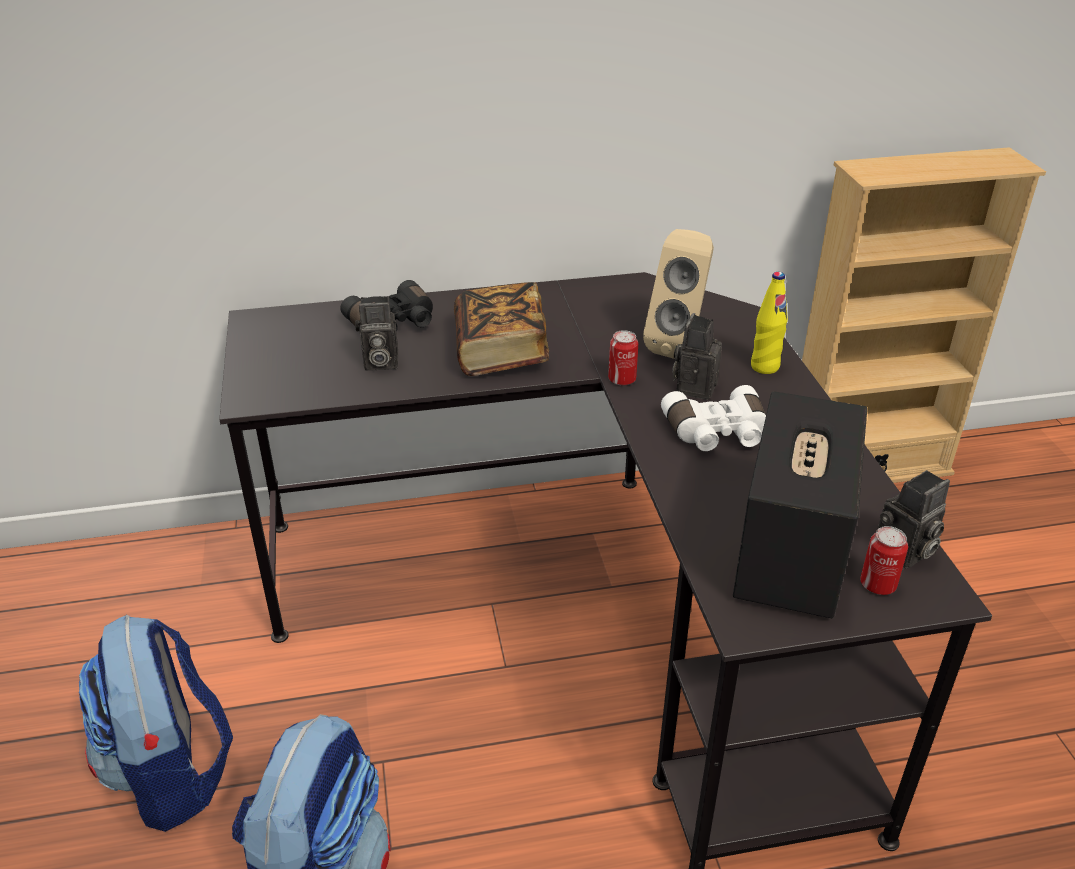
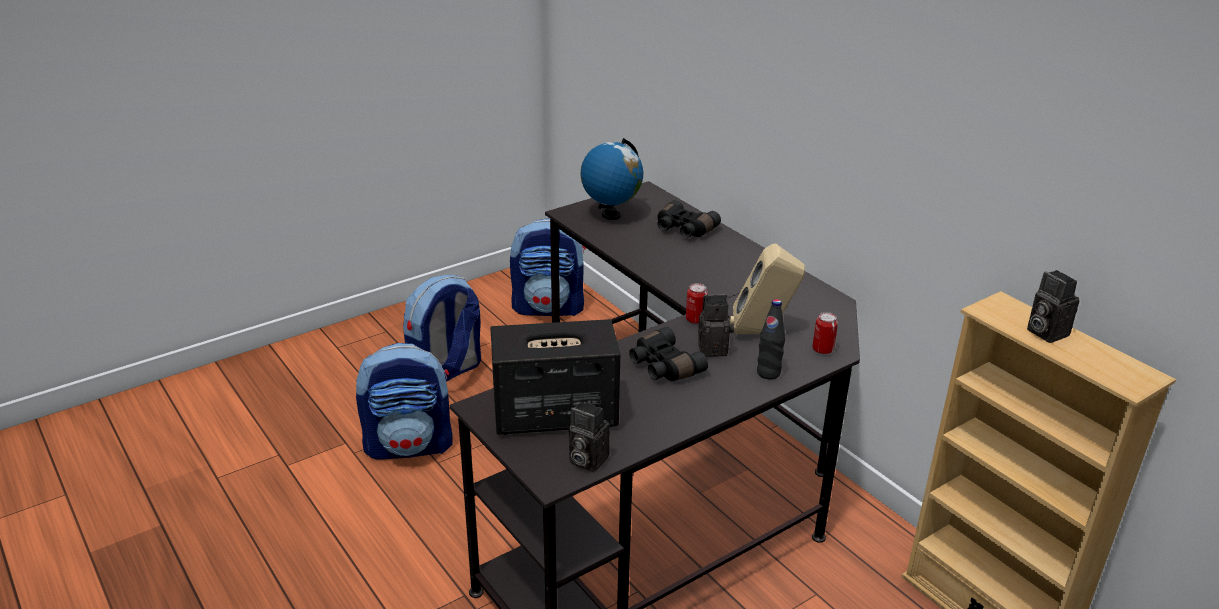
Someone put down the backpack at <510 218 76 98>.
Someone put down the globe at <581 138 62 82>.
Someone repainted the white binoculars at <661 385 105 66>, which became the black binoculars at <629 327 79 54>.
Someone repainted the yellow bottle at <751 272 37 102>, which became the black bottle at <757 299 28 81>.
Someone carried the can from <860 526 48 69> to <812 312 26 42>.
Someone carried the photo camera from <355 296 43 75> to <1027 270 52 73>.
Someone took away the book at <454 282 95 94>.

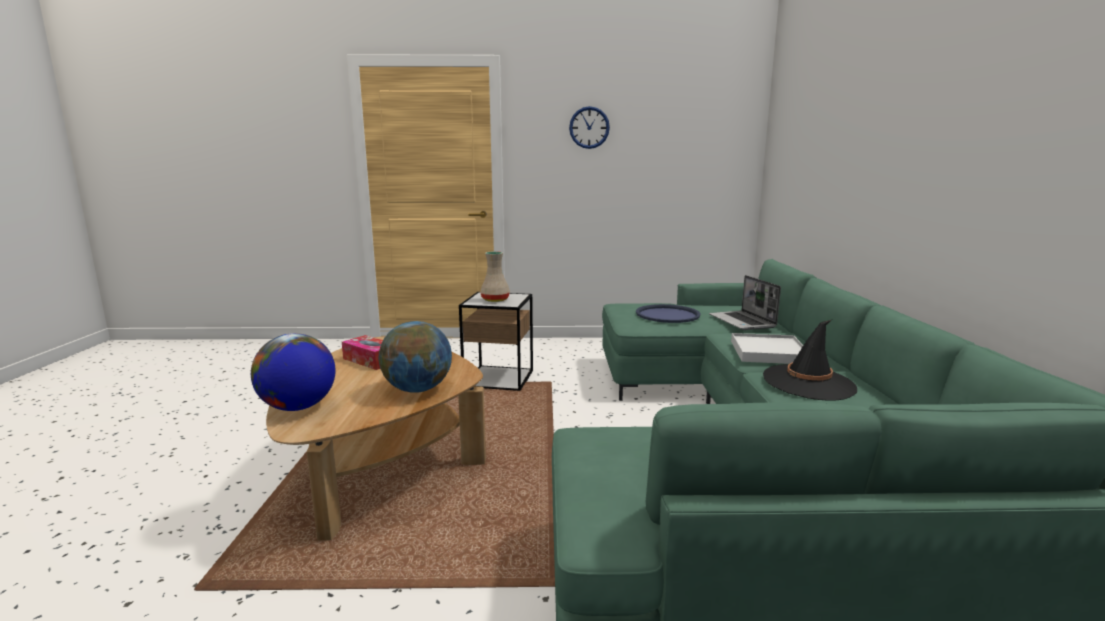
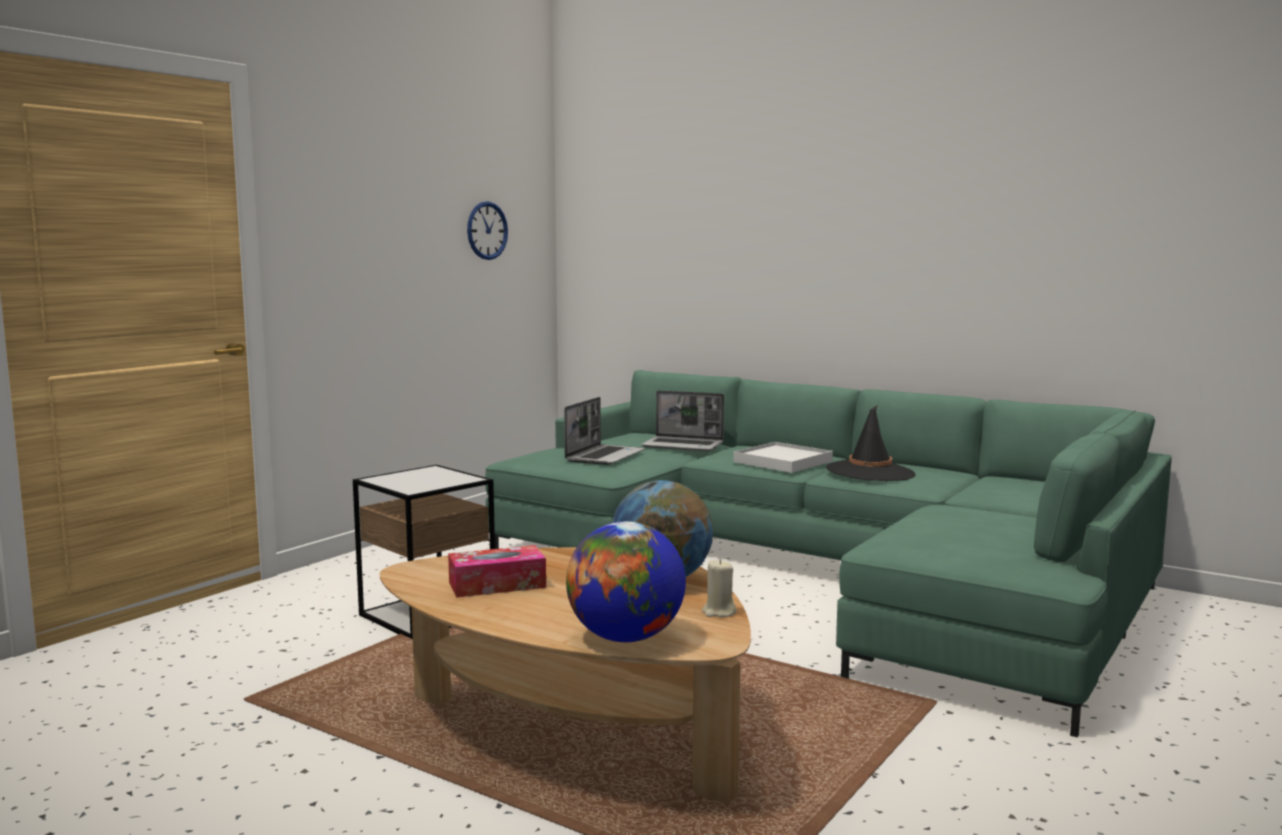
Someone carried the wall clock from <569 106 41 43> to <467 201 41 59>.
Someone swapped the blue tray at <636 304 65 19> for the laptop at <564 397 81 68>.
Someone put down the beige candle at <702 559 34 58>.
Someone took away the beige vase at <480 251 30 51>.

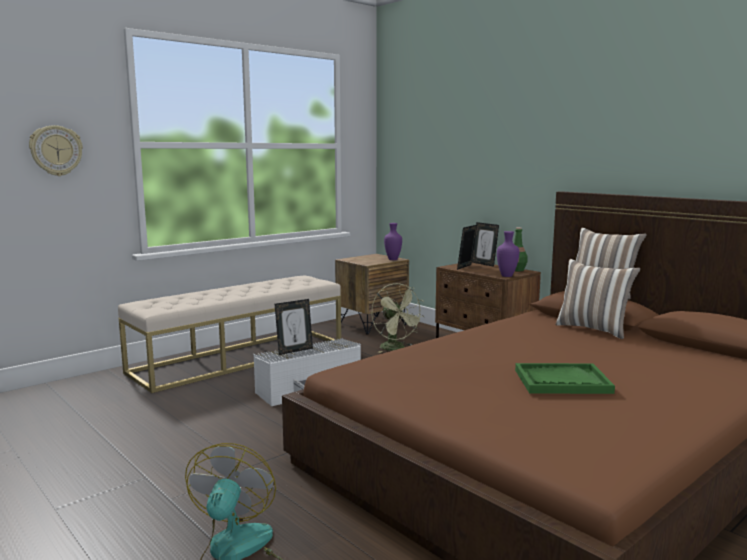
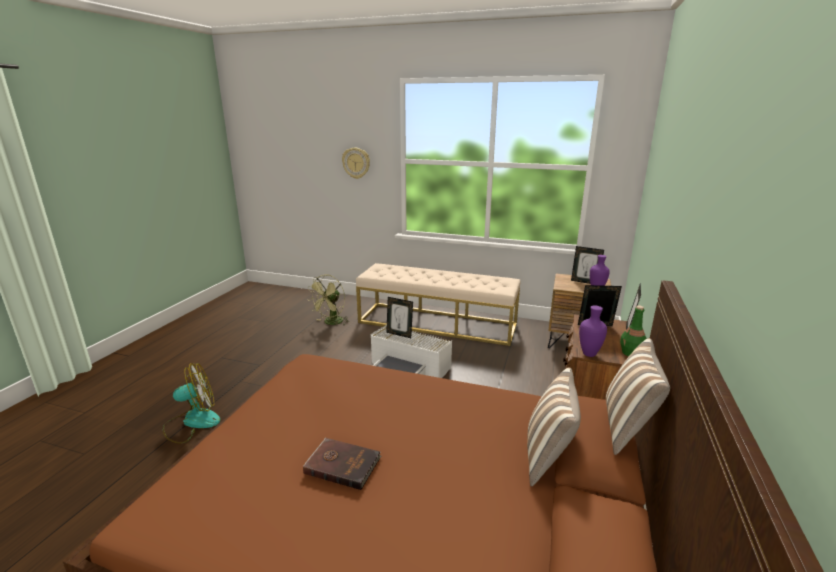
Someone swapped the green tray at <515 363 100 31> for the brown book at <303 438 78 52>.
Someone carried the green fan from <371 283 54 70> to <307 274 43 51>.
Someone put down the picture frame at <571 246 33 38>.

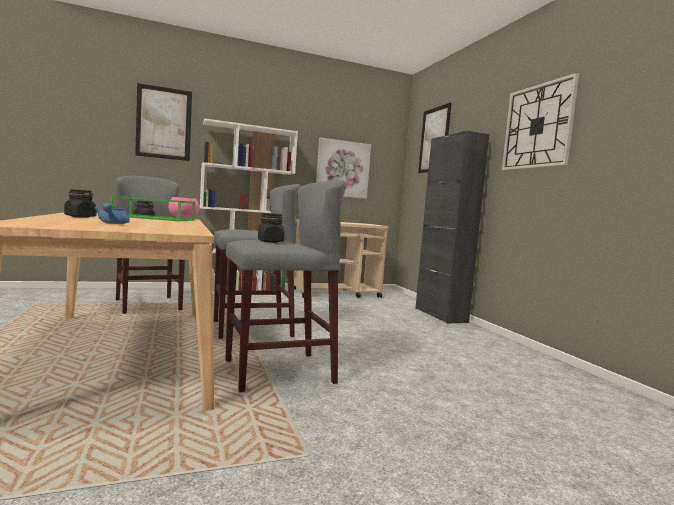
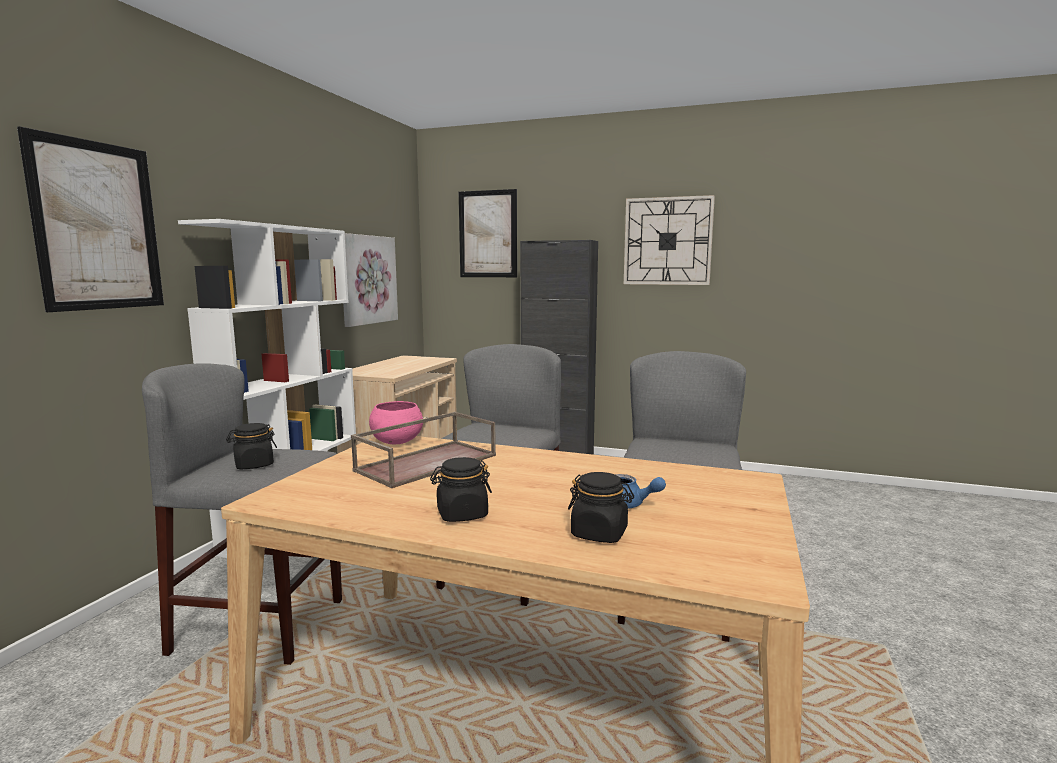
Someone repainted the green tray at <111 196 84 25>, which became the brown tray at <351 412 145 76>.
Someone carried the black jar from <258 213 27 30> to <568 472 66 71>.

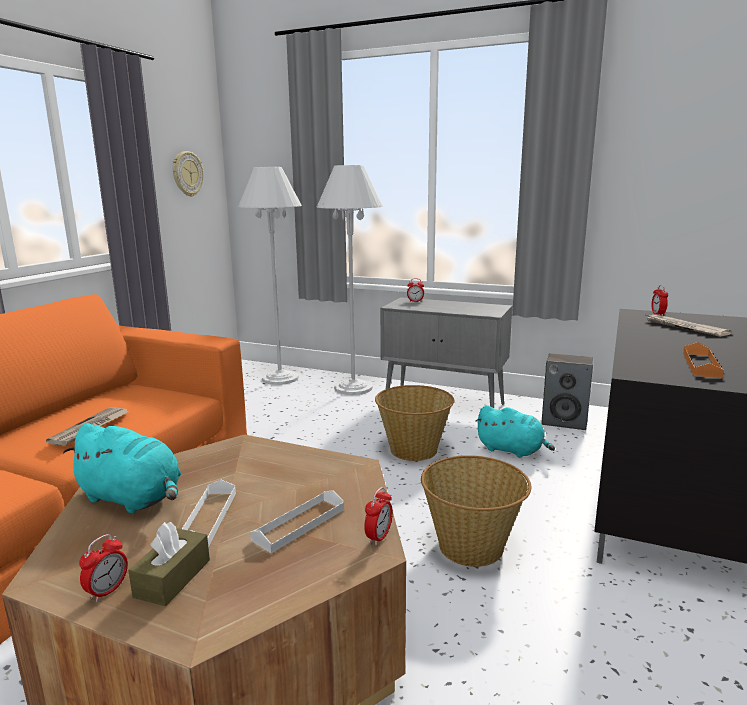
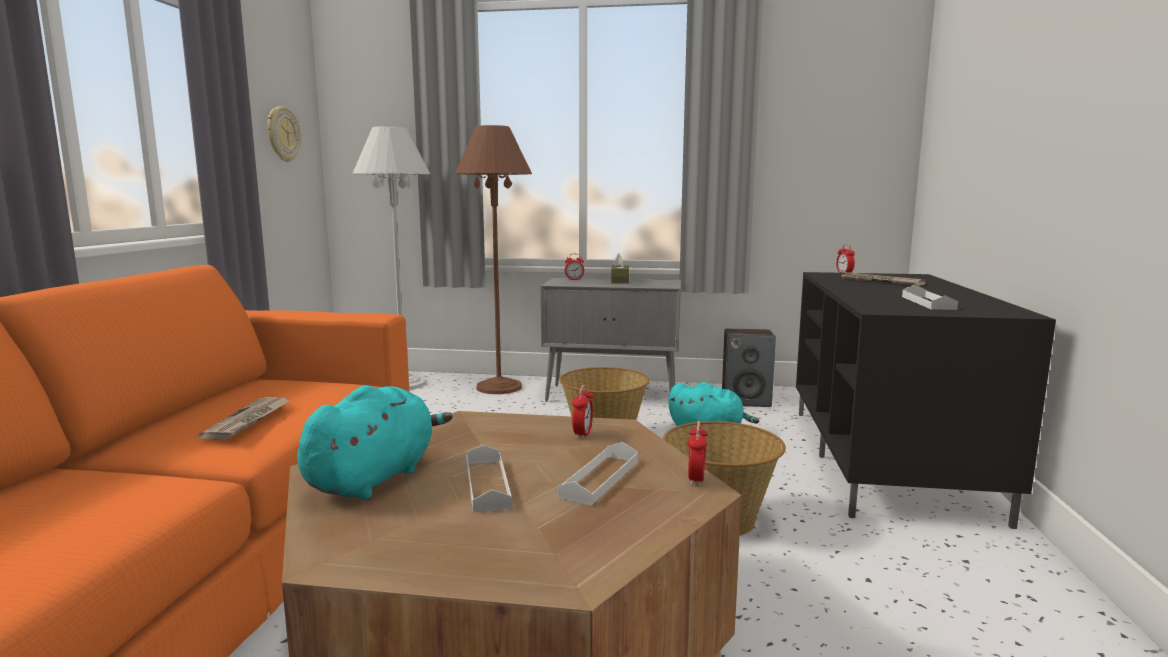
Someone rotated the turquoise plush toy at <63 423 118 90> by 75 degrees counterclockwise.
Someone repainted the white floor lamp at <316 165 67 230>, which became the brown floor lamp at <455 125 77 269>.
Someone carried the alarm clock from <79 534 49 68> to <572 385 21 55>.
Someone carried the brown tissue box from <128 522 82 84> to <611 253 18 31>.
Someone repainted the orange tray at <683 342 41 36>, which became the white tray at <902 285 56 25>.

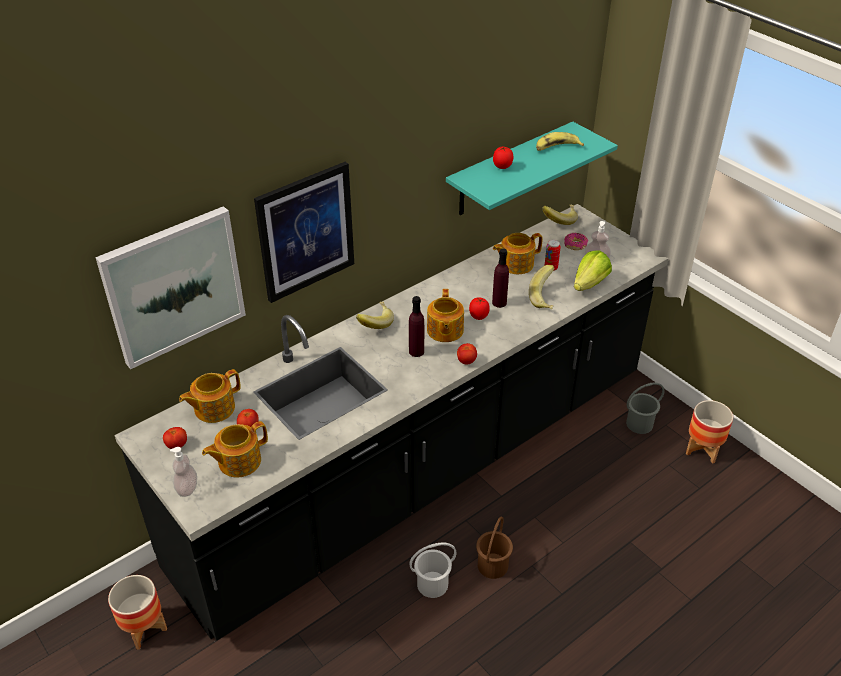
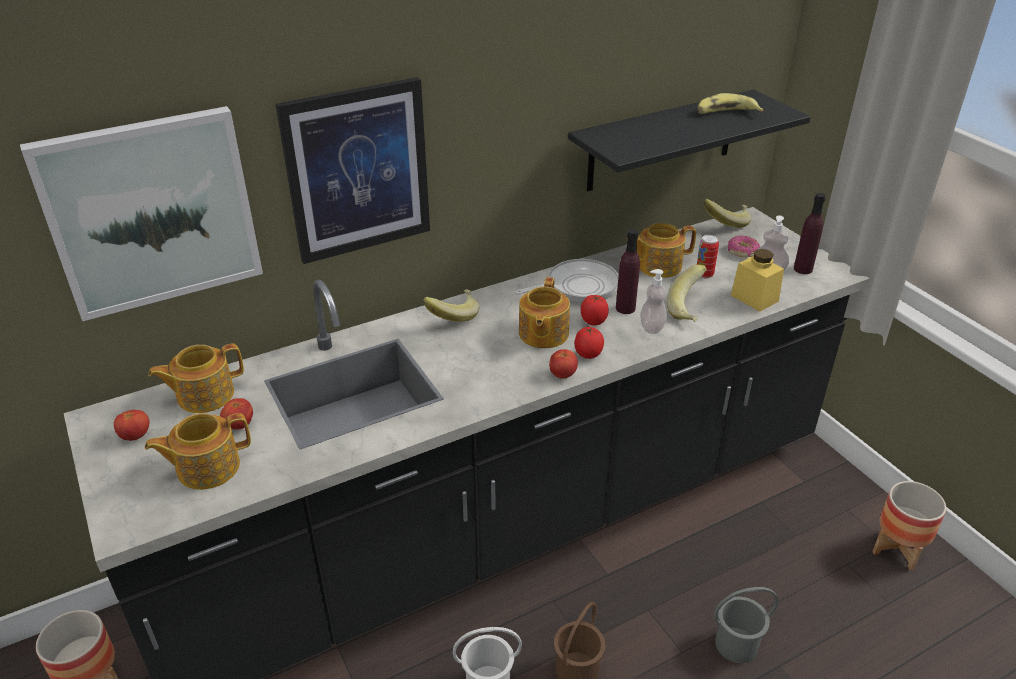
Someone put down the frying pan at <515 259 104 44>.
Someone repainted the turquoise shelf at <446 122 172 93>, which became the black shelf at <568 90 243 101>.
Someone carried the tomato from <493 147 20 22> to <575 327 29 32>.
Someone carried the soap dispenser from <170 447 27 50> to <640 269 27 65>.
Someone carried the grey bucket from <626 382 39 52> to <714 587 65 76>.
Someone swapped the lettuce at <574 250 38 41> for the yellow jar at <731 249 53 63>.
Someone carried the purple bottle from <409 296 15 61> to <794 193 32 81>.

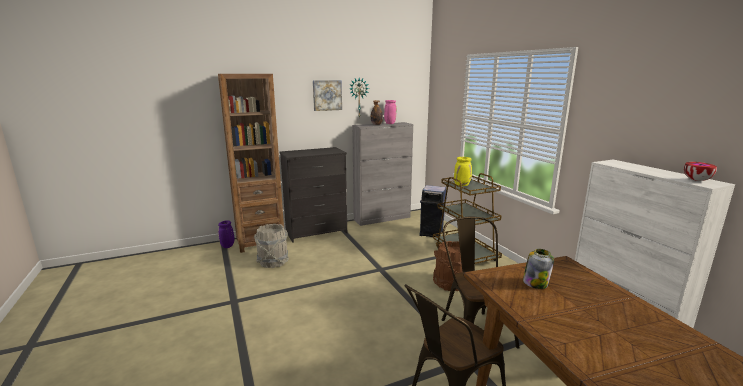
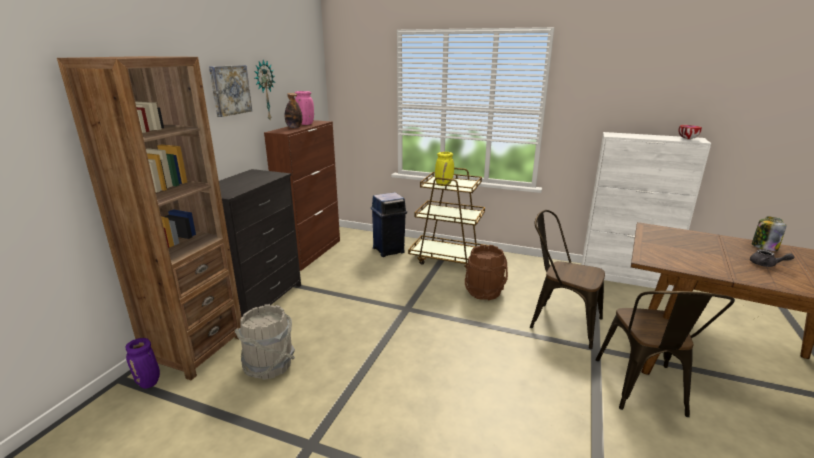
Someone repainted the grey cabinet at <352 122 61 104>, which became the brown cabinet at <264 120 76 151>.
Someone put down the grey teapot at <750 249 44 18>.
Someone carried the jar from <523 249 31 40> to <752 216 35 35>.

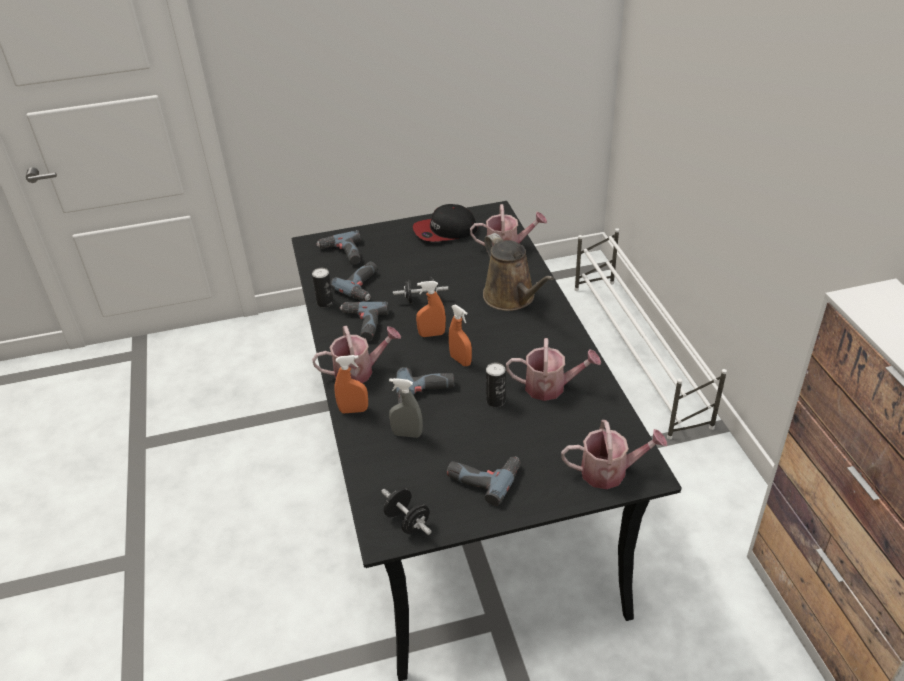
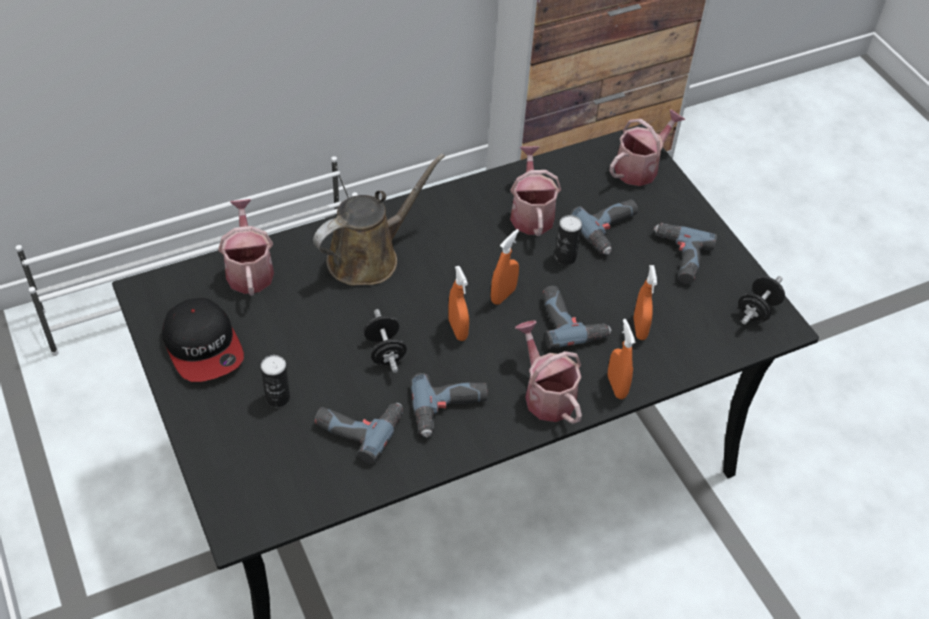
Someone carried the can from <312 268 22 40> to <261 355 29 52>.
Someone carried the power drill from <317 230 44 35> to <569 200 69 54>.
Someone rotated the watering can at <561 420 106 69> by 60 degrees clockwise.
Someone repainted the grey spray bottle at <389 378 34 60>, which became the orange spray bottle at <634 265 23 75>.

